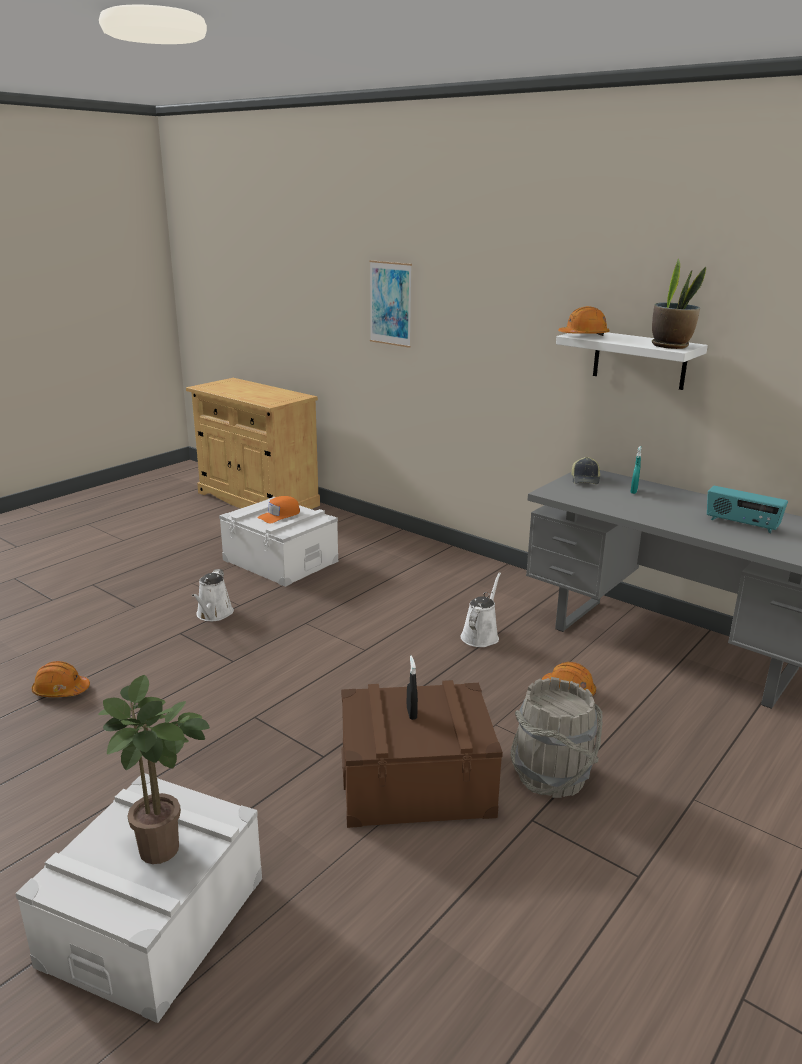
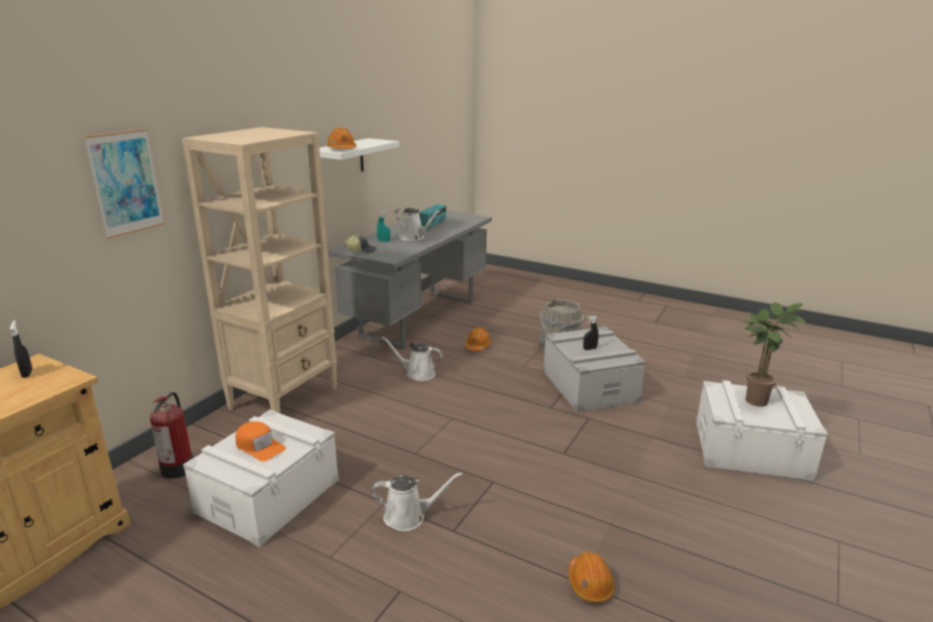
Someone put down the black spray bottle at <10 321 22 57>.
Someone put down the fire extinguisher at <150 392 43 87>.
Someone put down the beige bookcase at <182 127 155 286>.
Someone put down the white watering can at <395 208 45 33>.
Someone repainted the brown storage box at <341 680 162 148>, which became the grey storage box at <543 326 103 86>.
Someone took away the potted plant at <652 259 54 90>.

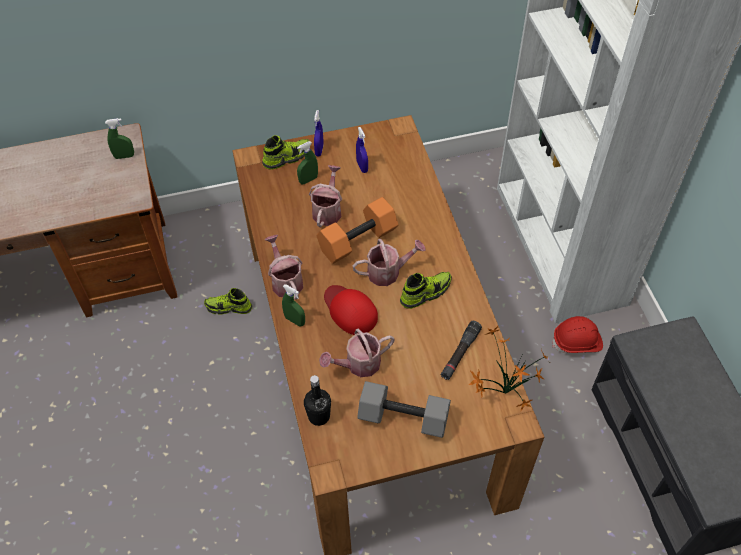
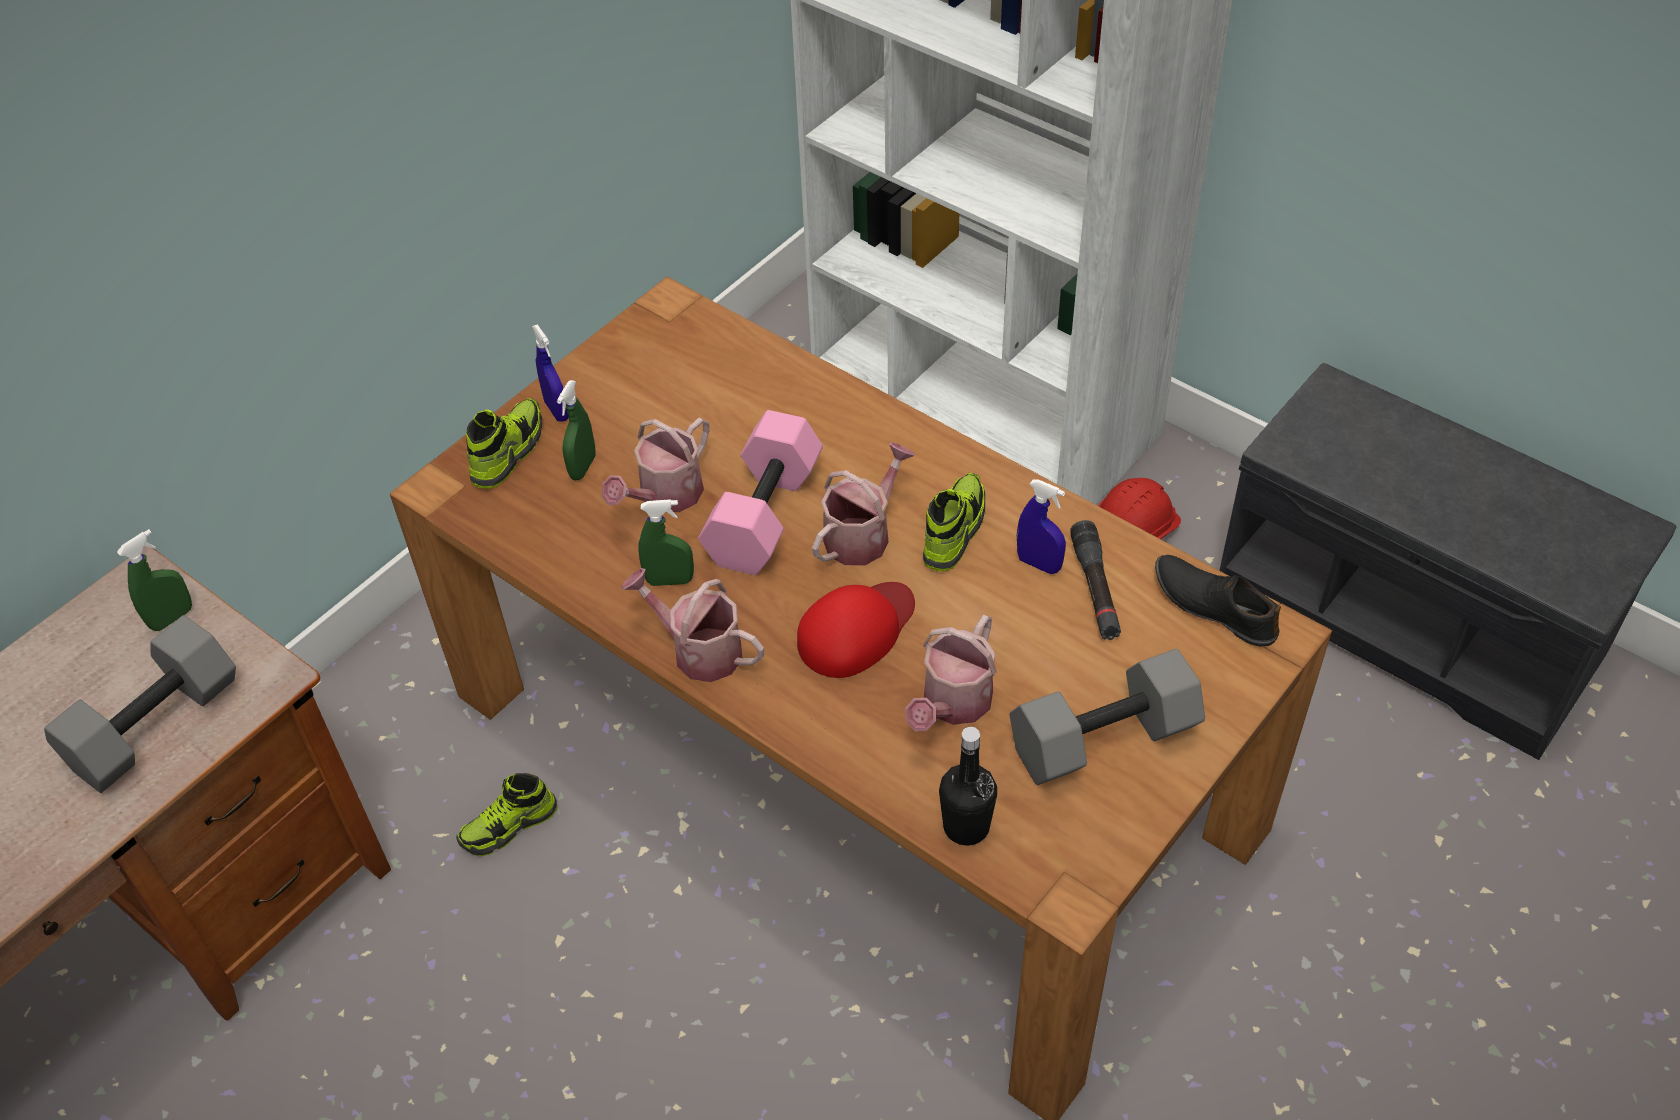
Someone put down the grey dumbbell at <44 615 192 178>.
Someone rotated the watering can at <309 165 33 62> by 120 degrees counterclockwise.
Someone carried the green spray bottle from <282 284 23 42> to <638 499 56 87>.
Someone repainted the orange dumbbell at <317 197 81 67>, which became the pink dumbbell at <698 410 125 165>.
Someone rotated the red cap at <324 285 54 50> by 120 degrees clockwise.
Someone carried the blue spray bottle from <356 127 12 46> to <1017 480 49 94>.
Someone swapped the potted plant at <469 326 79 85> for the black shoe at <1155 555 126 92>.

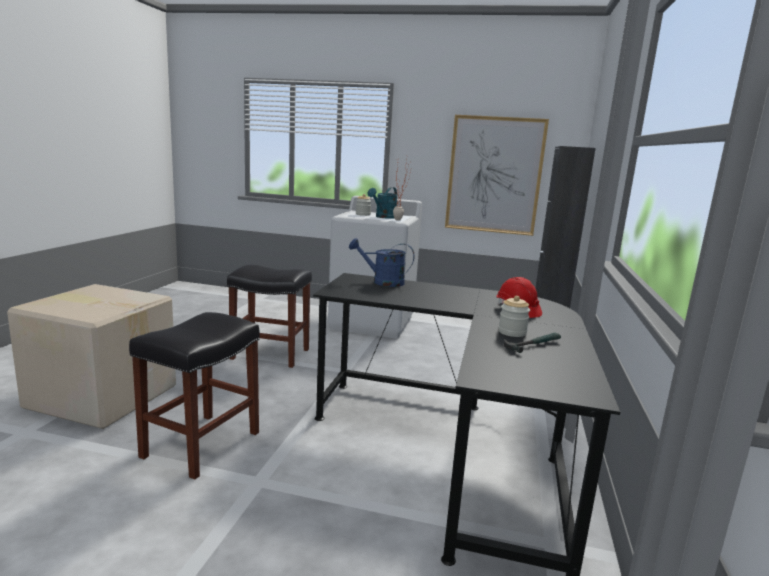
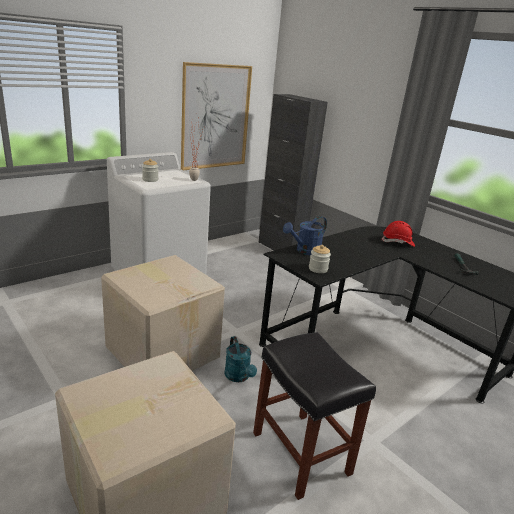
Someone swapped the black stool at <227 265 85 103> for the cardboard box at <101 255 124 116>.
Someone carried the turquoise watering can from <367 187 31 32> to <224 336 33 46>.
Someone carried the jar from <498 296 32 41> to <309 245 22 28>.

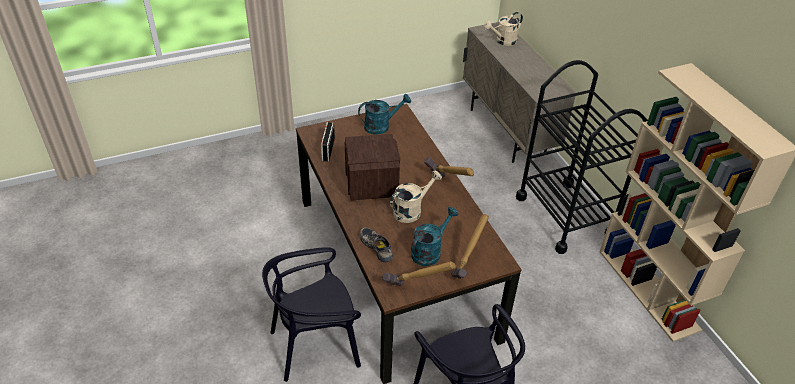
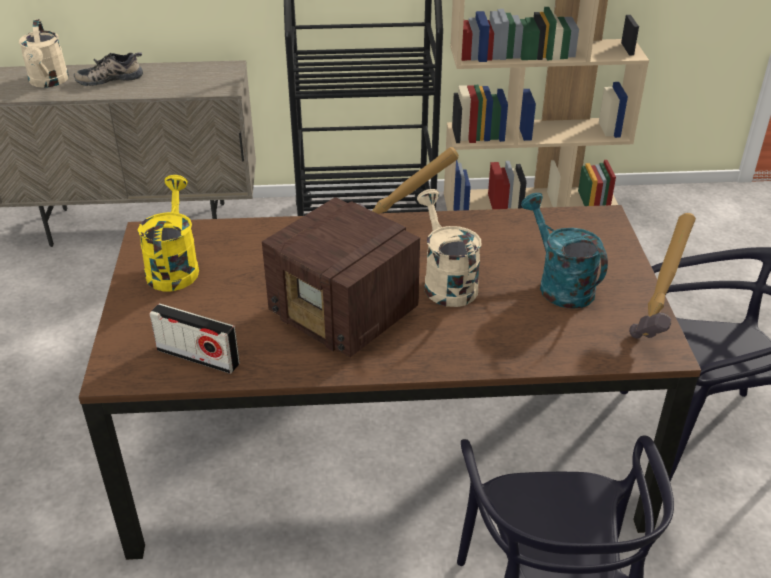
Someone carried the shoe from <360 228 33 35> to <74 52 69 34>.
Someone repainted the turquoise watering can at <358 94 53 41>, which became the yellow watering can at <138 175 61 117>.
Someone rotated the radio at <345 134 55 67> by 150 degrees counterclockwise.
Someone took away the hammer at <451 214 38 65>.

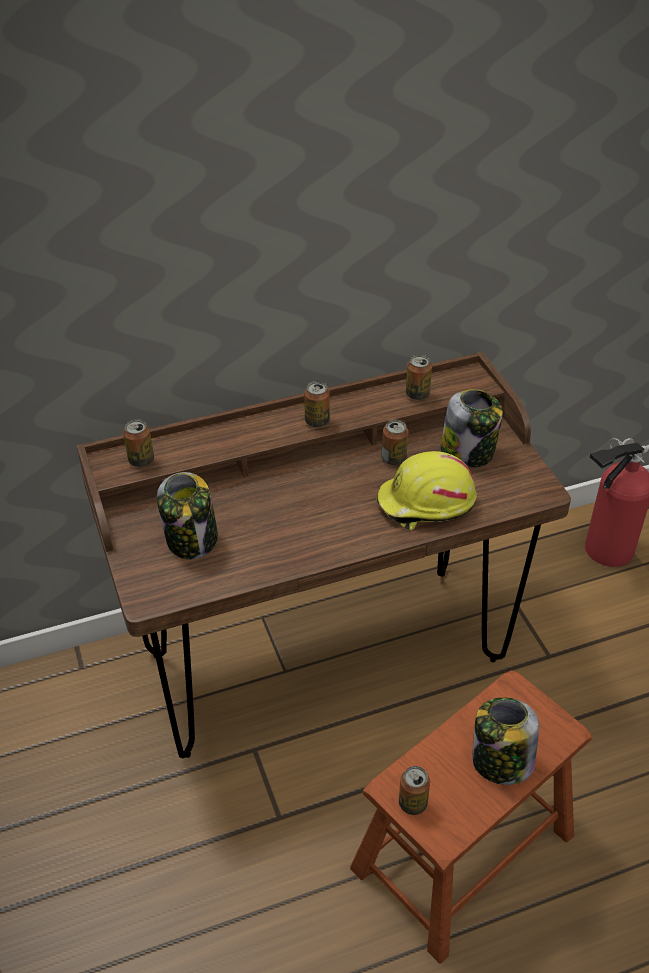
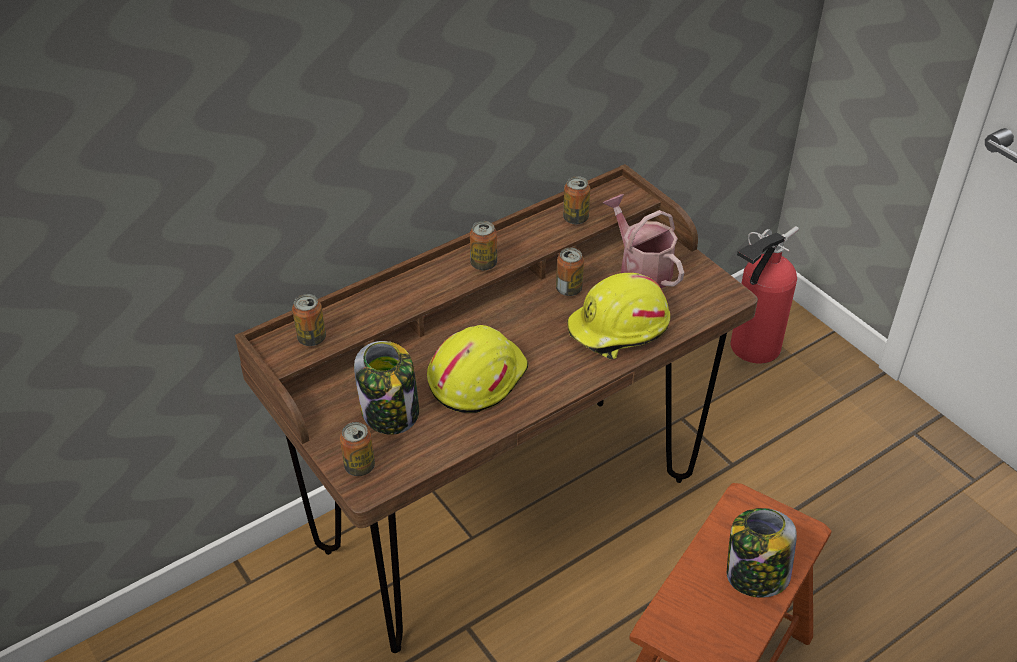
Someone carried the can from <399 766 31 49> to <340 422 35 54>.
Someone put down the yellow hard hat at <427 325 101 88>.
Someone swapped the jar at <441 389 62 78> for the watering can at <603 194 81 95>.

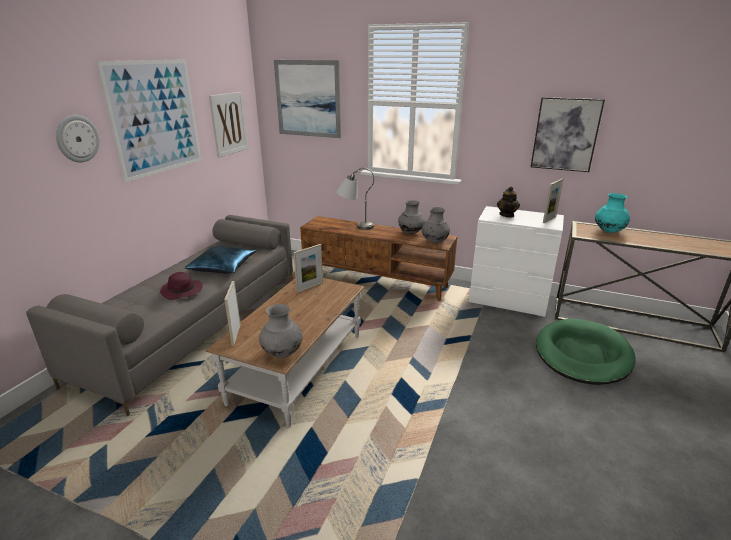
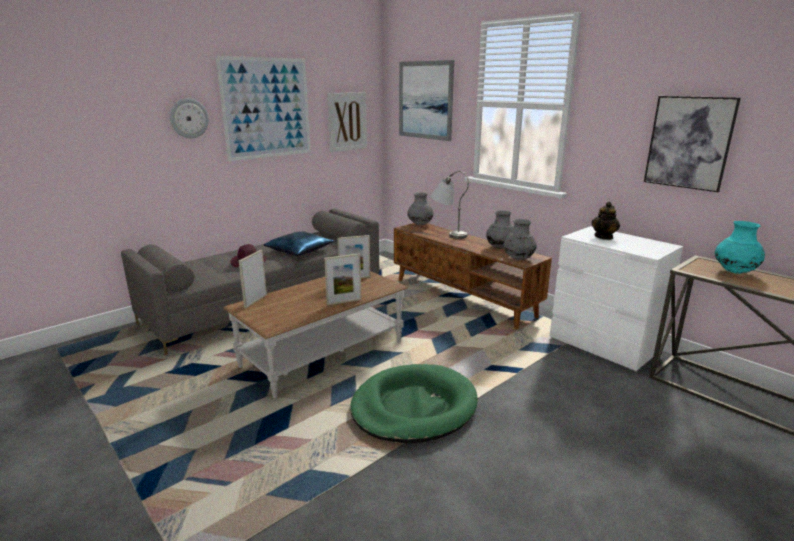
Someone carried the picture frame from <543 179 20 44> to <324 253 38 52>.
Someone carried the green dog bed from <536 319 100 66> to <350 364 128 79>.
Someone carried the grey vase from <259 304 44 54> to <407 193 26 32>.

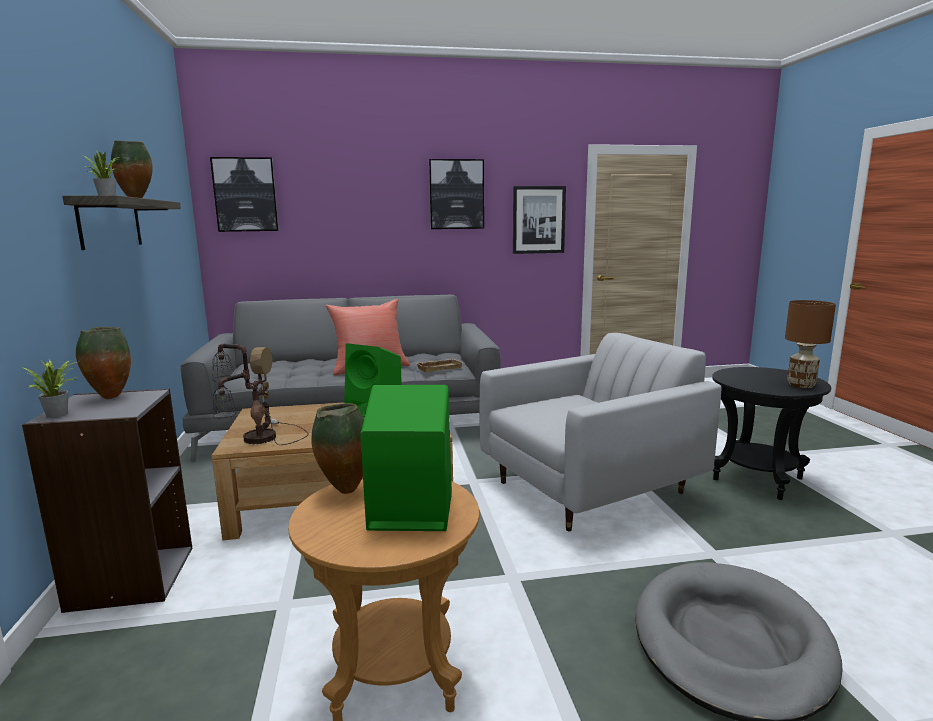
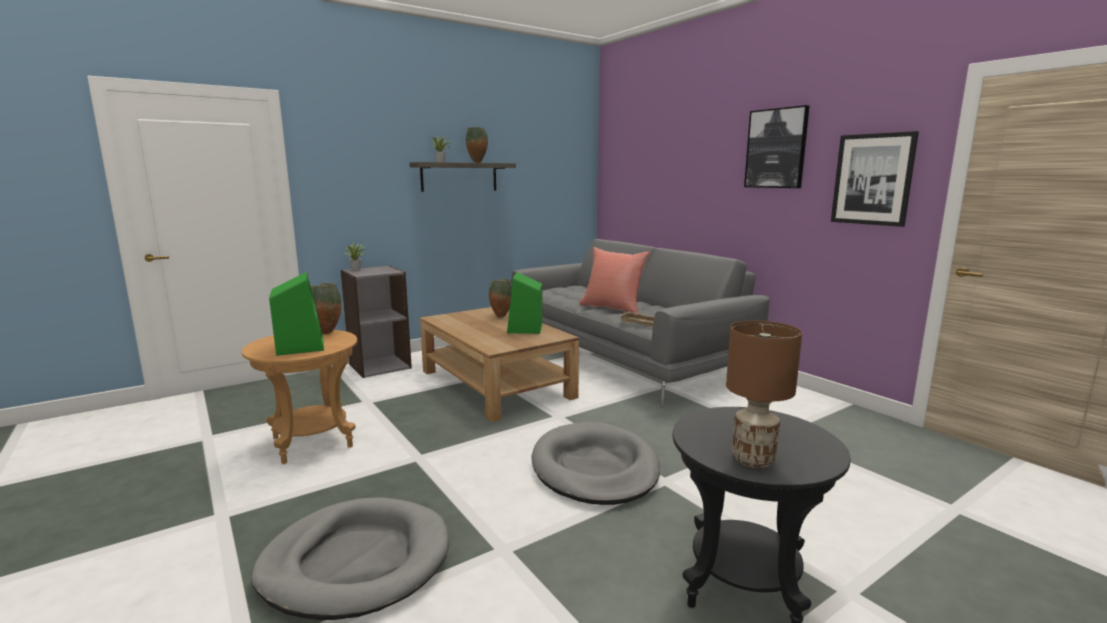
Someone carried the vase from <76 327 55 72> to <489 279 23 38>.
Someone swapped the white armchair at <480 333 241 198> for the grey dog bed at <531 422 129 83>.
Someone took away the picture at <210 157 69 75>.
Someone took away the table lamp at <212 344 97 101>.

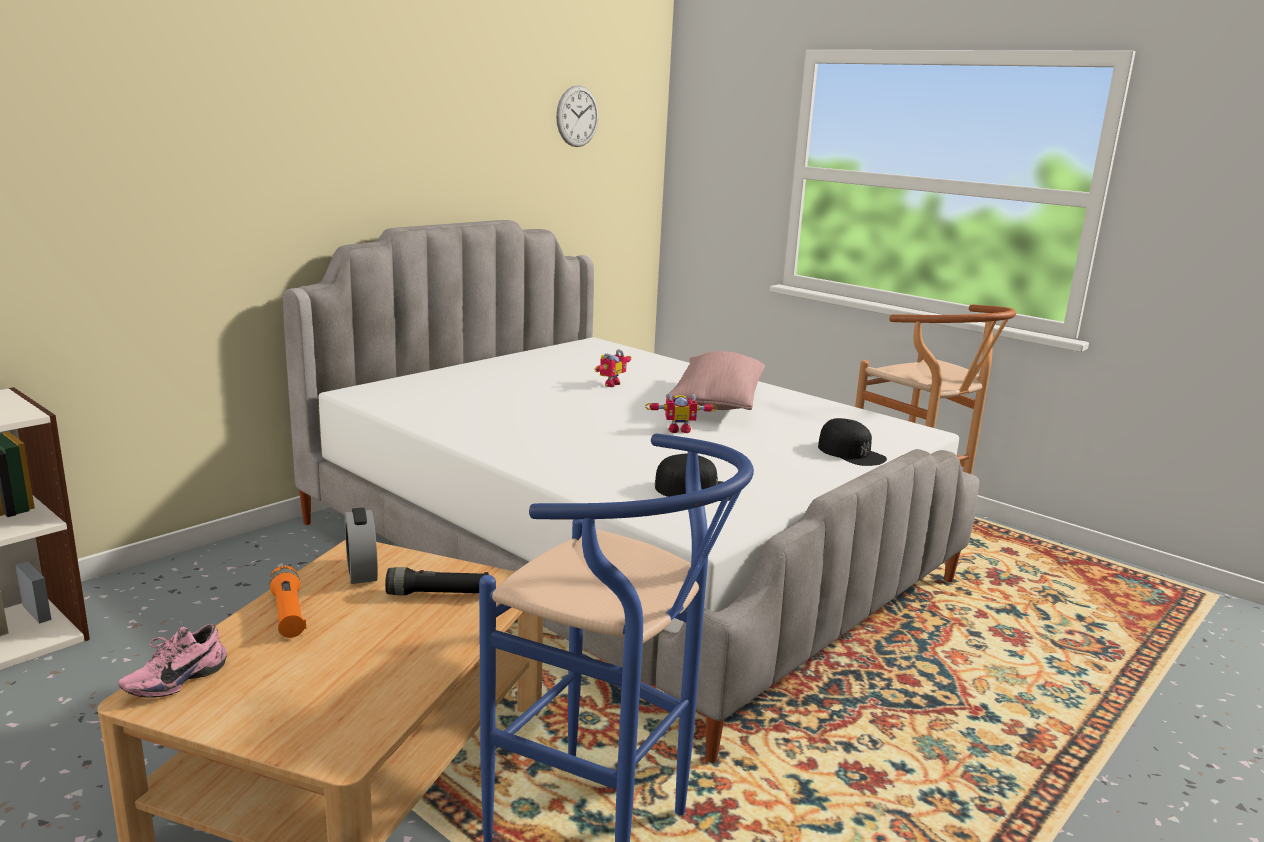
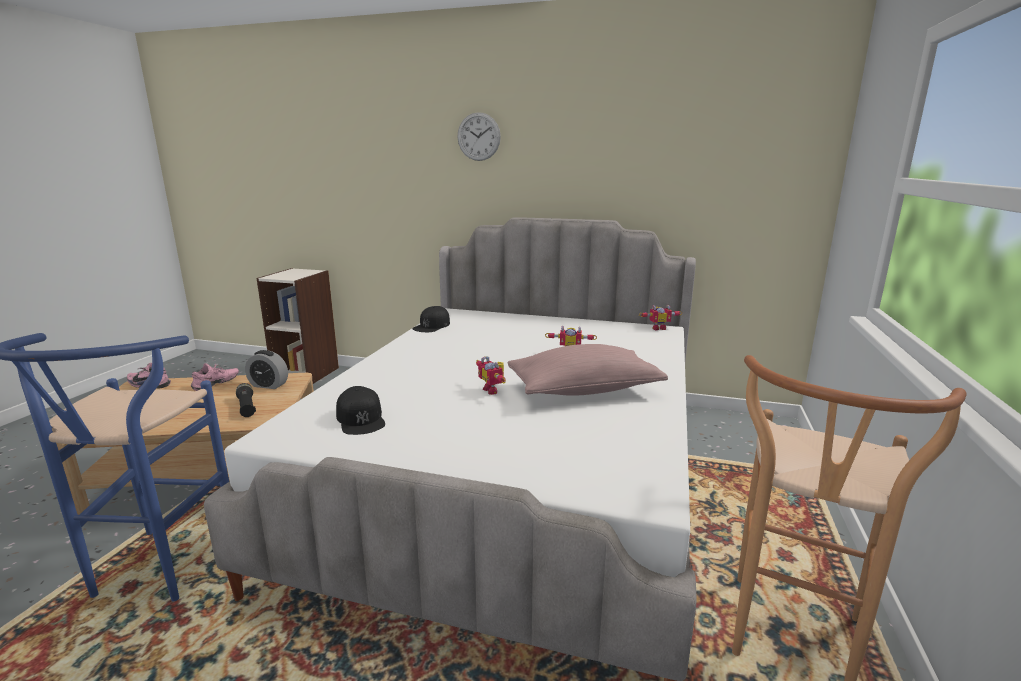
Someone swapped the orange flashlight at <269 566 37 72> for the pink shoe at <191 363 48 28>.
Someone rotated the alarm clock at <345 507 33 77> by 120 degrees counterclockwise.
Someone carried the black cap from <818 418 69 48> to <412 306 38 26>.
Someone carried the wall clock from <556 85 43 62> to <457 112 44 49>.
Someone put down the toy robot at <639 305 43 25>.

